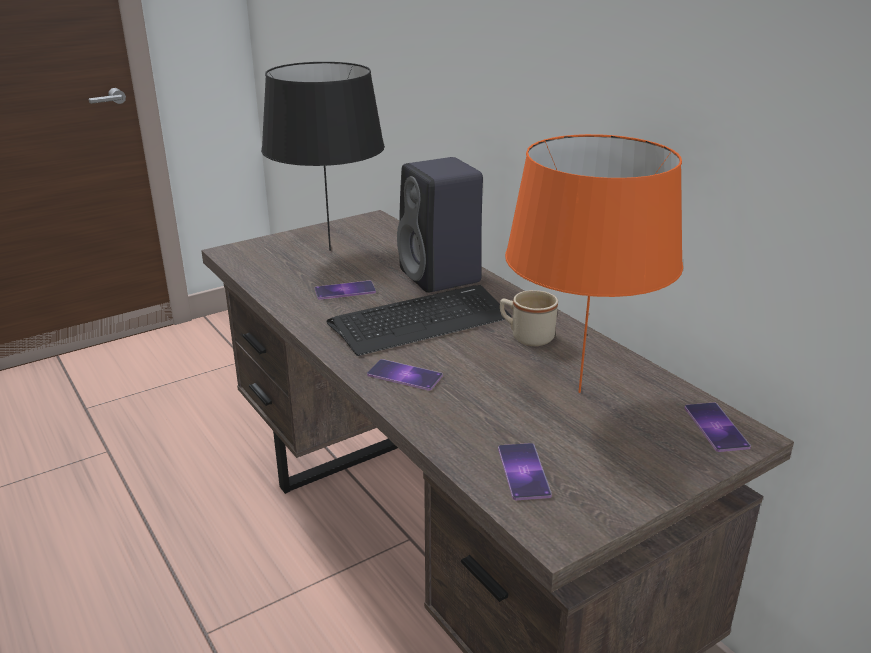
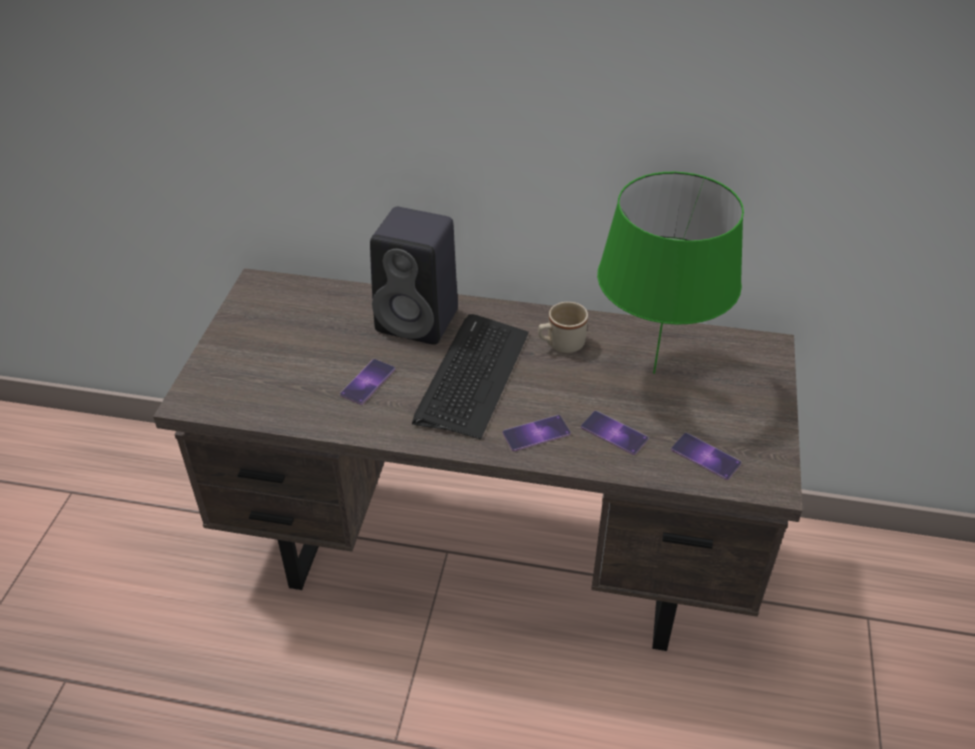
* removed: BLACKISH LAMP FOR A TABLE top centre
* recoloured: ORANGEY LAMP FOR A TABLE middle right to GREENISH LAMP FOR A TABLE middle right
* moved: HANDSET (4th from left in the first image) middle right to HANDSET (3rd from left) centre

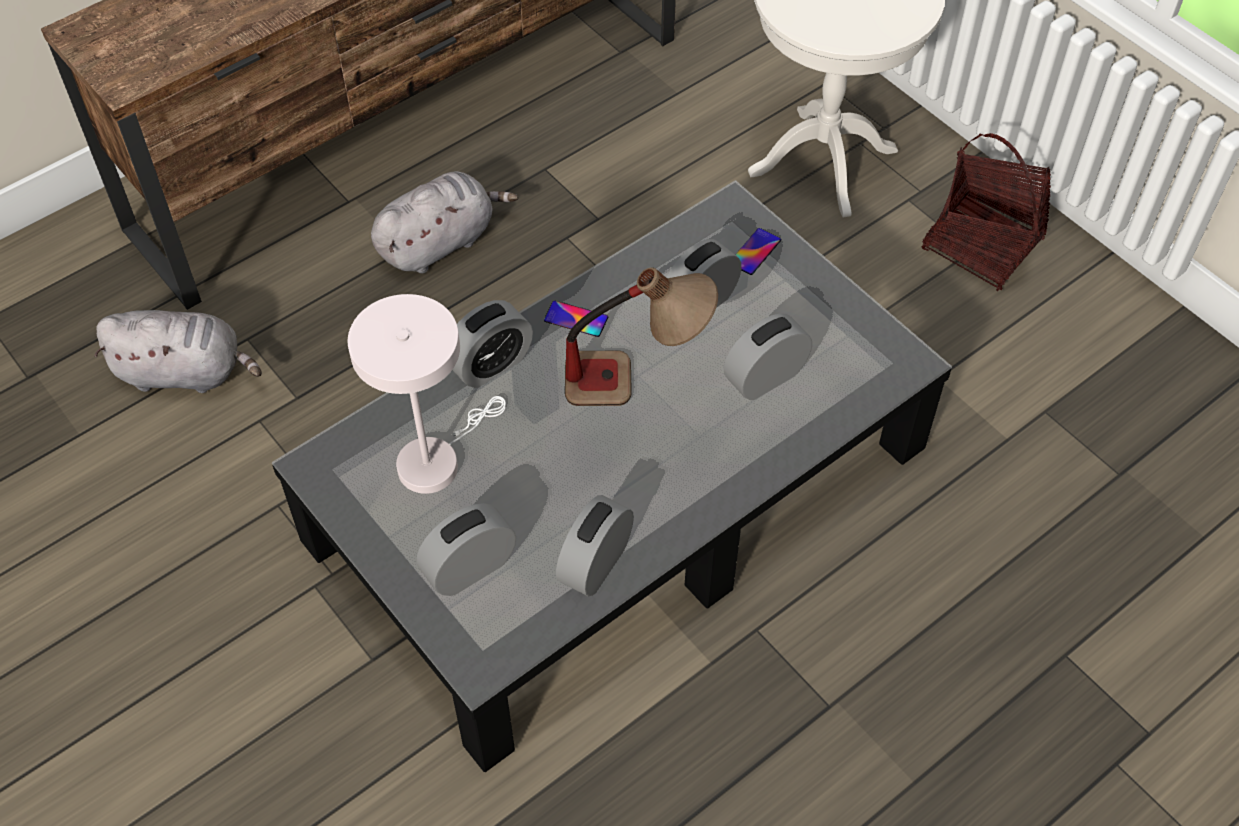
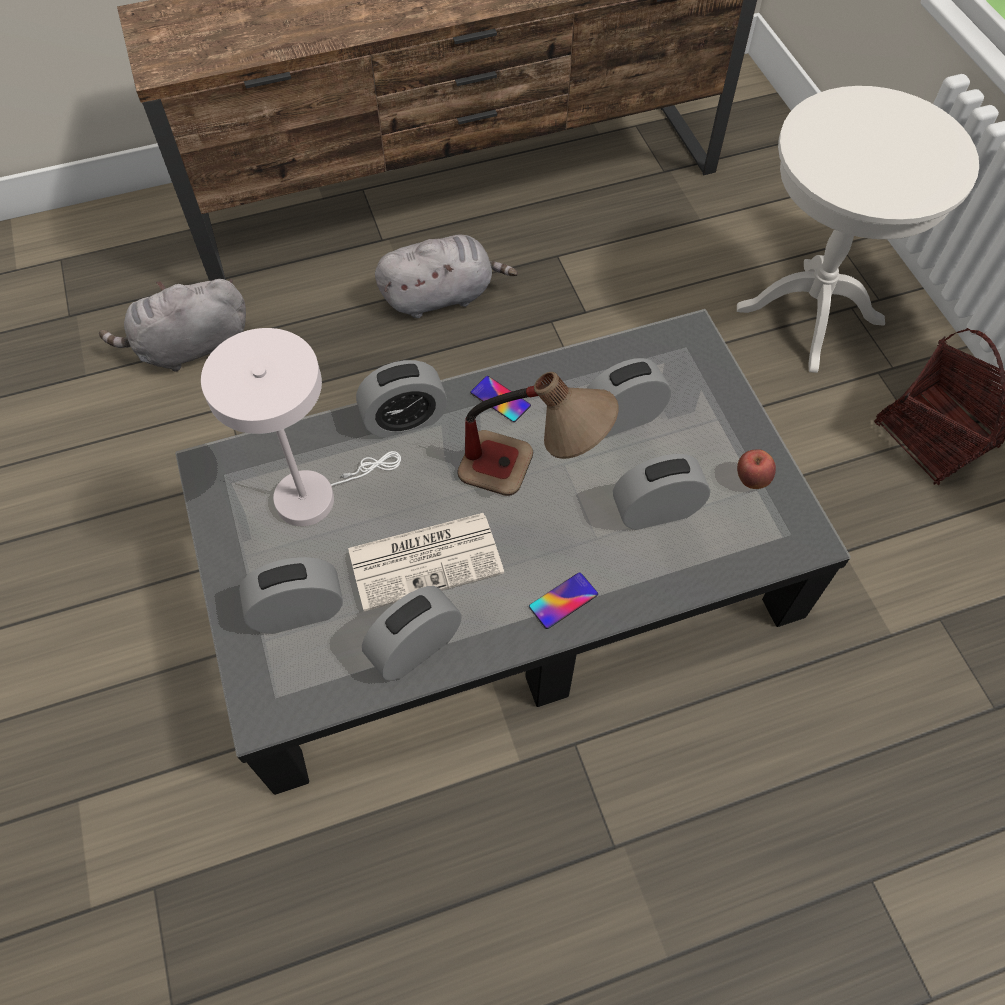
* moved: HANDSET (2nd from left) top centre to centre
* turned: GREY SOFT TOY (1st from left) middle left = top left 135 degrees clockwise
* added: APPLE middle right
* added: PRINTED PAPER centre

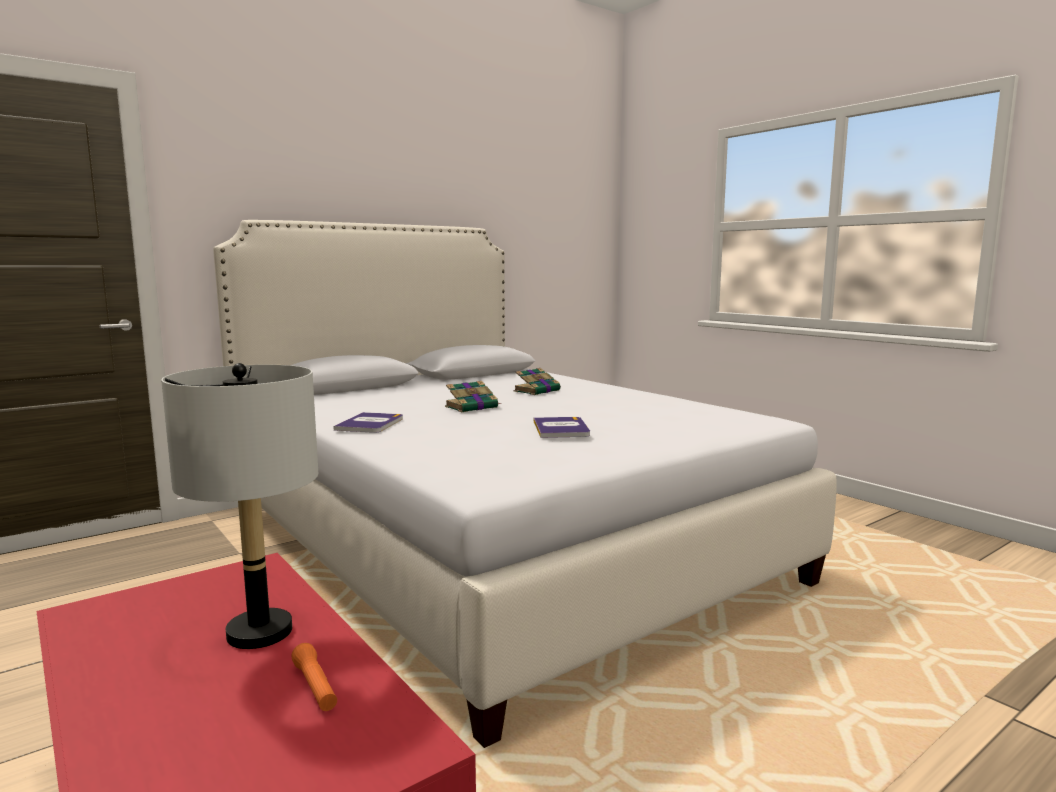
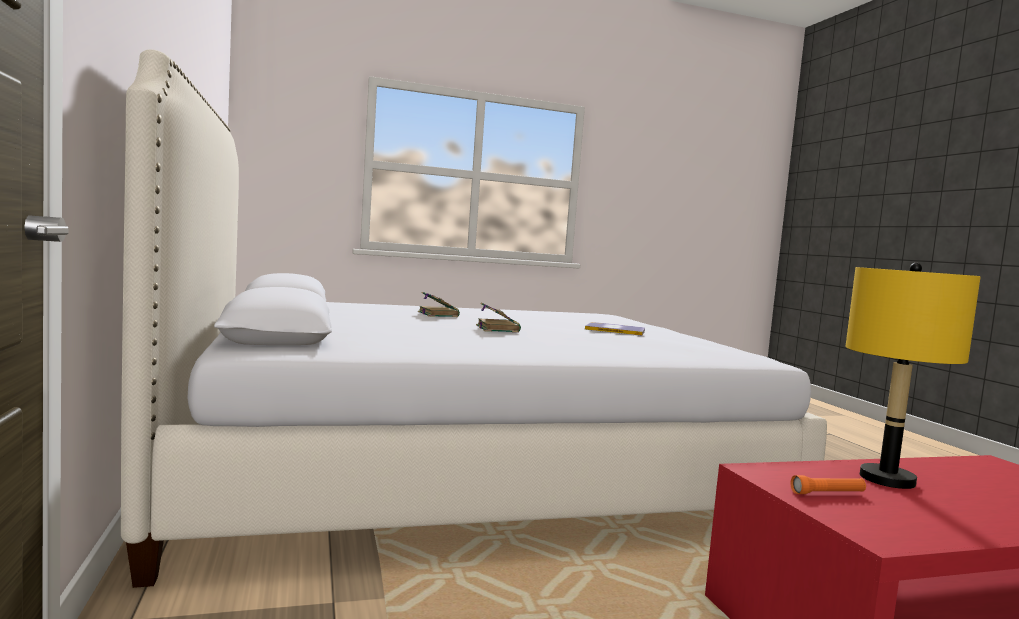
* recoloured: GREY LAMP FOR A TABLE middle left to YELLOW-COLOURED LAMP FOR A TABLE middle right
* removed: VOLUME (1st from left) centre
* moved: ORANGEY FLASHLIGHT bottom left to bottom right

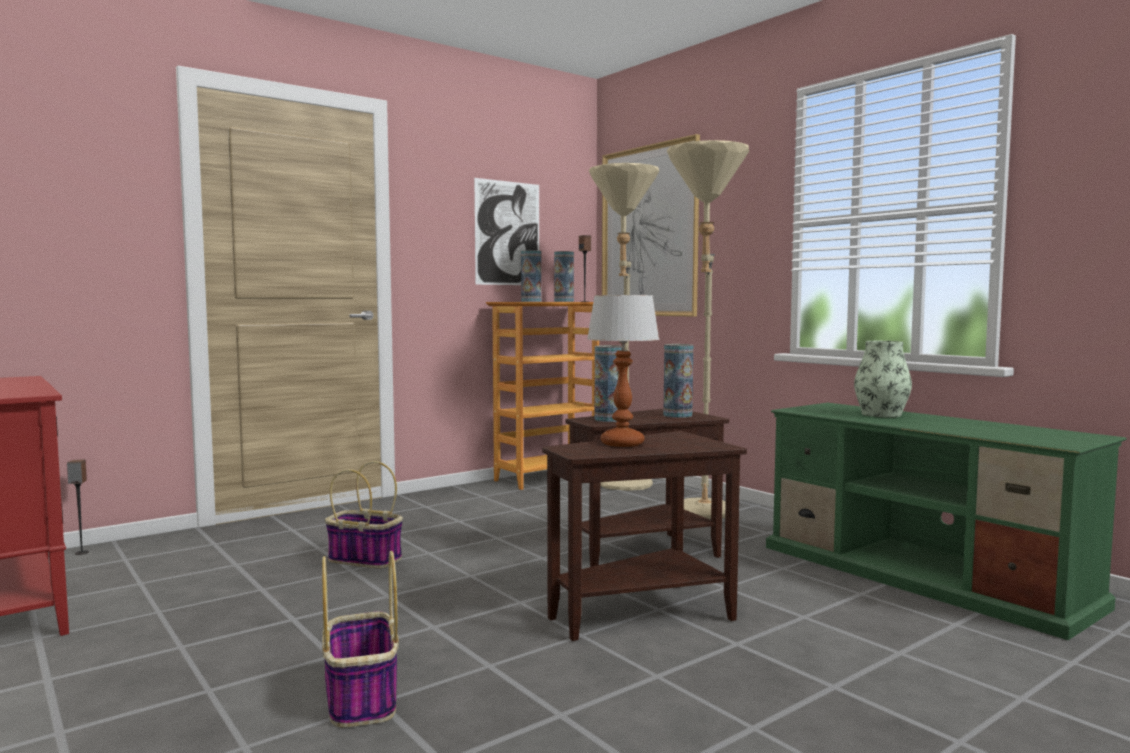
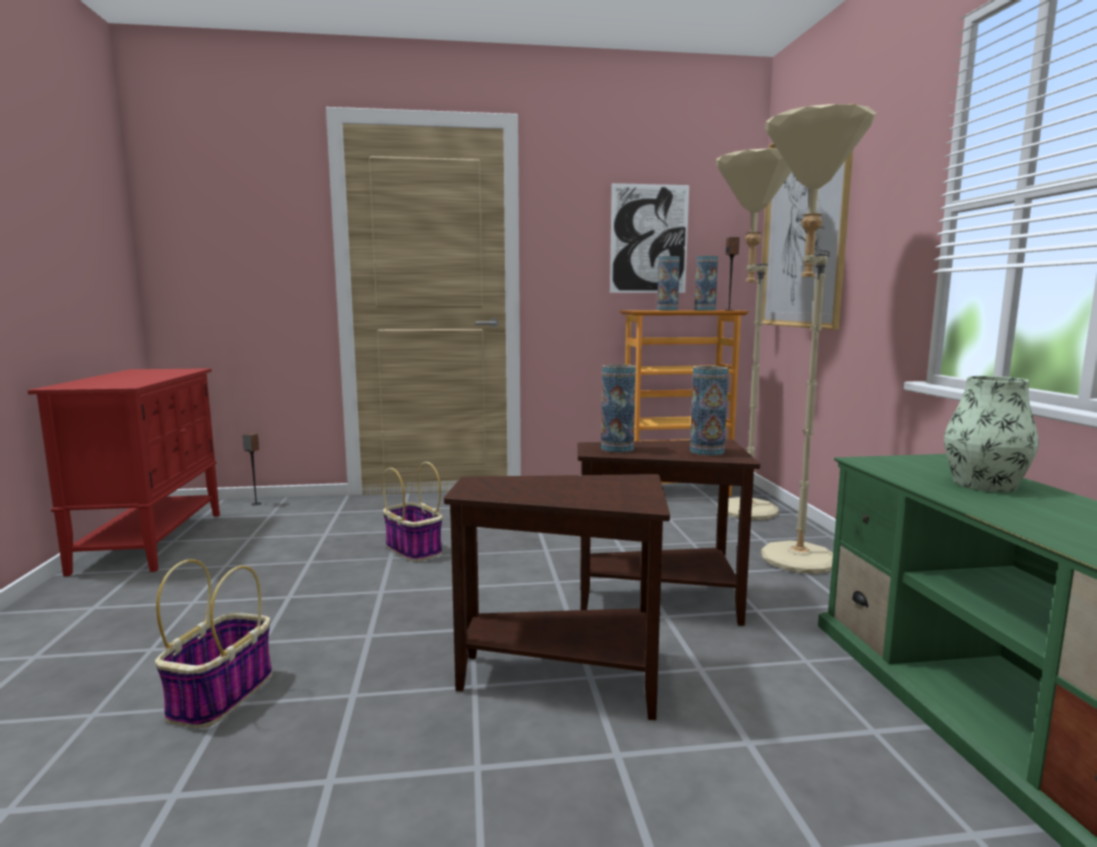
* removed: LAMP FOR A TABLE centre

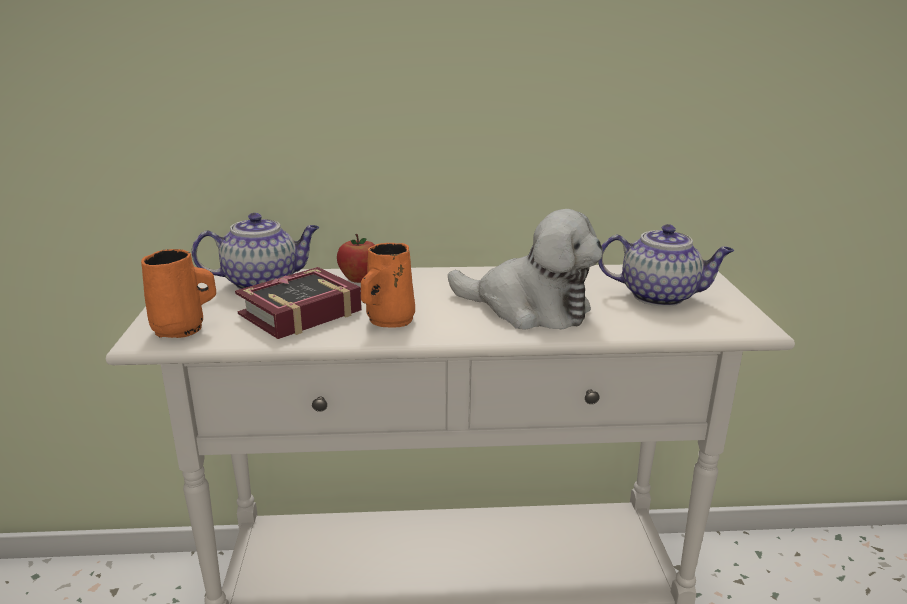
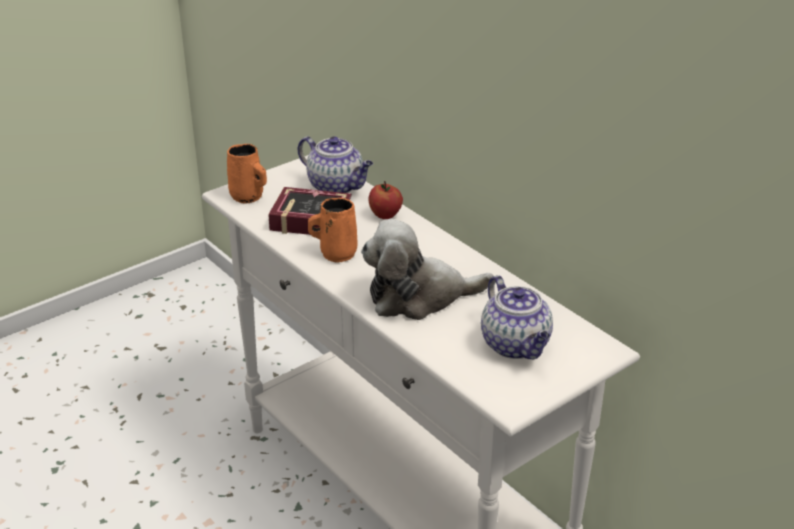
* turned: SOFT TOY centre = centre 90 degrees clockwise

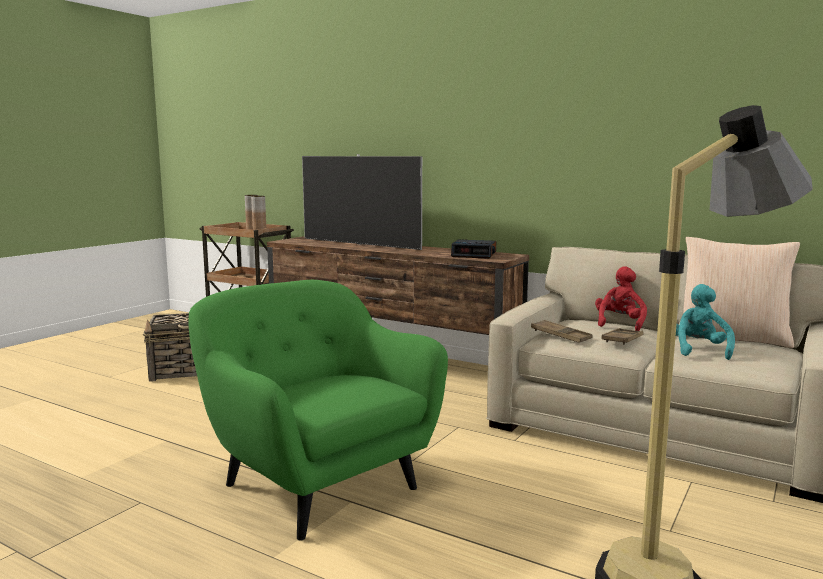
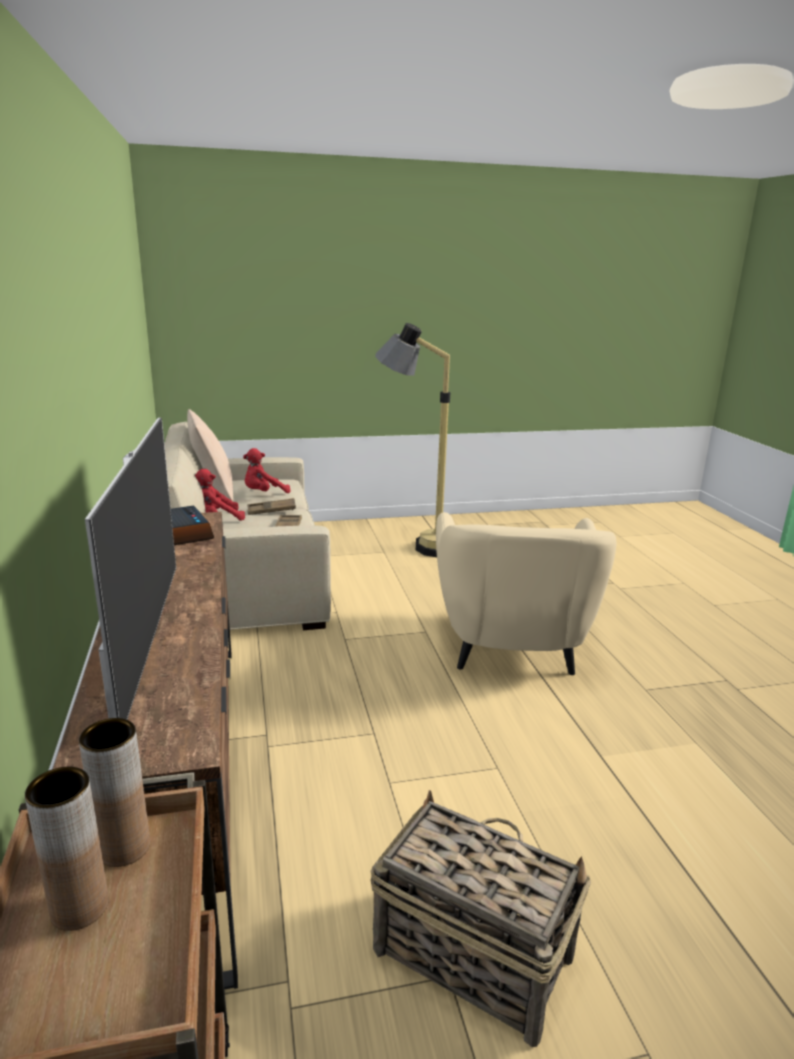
* recoloured: GREENISH LOUNGE CHAIR bottom centre to BEIGE-COLOURED LOUNGE CHAIR centre
* recoloured: TURQUOISE-COLOURED SOFT TOY middle right to REDDISH SOFT TOY (2nd from left) centre

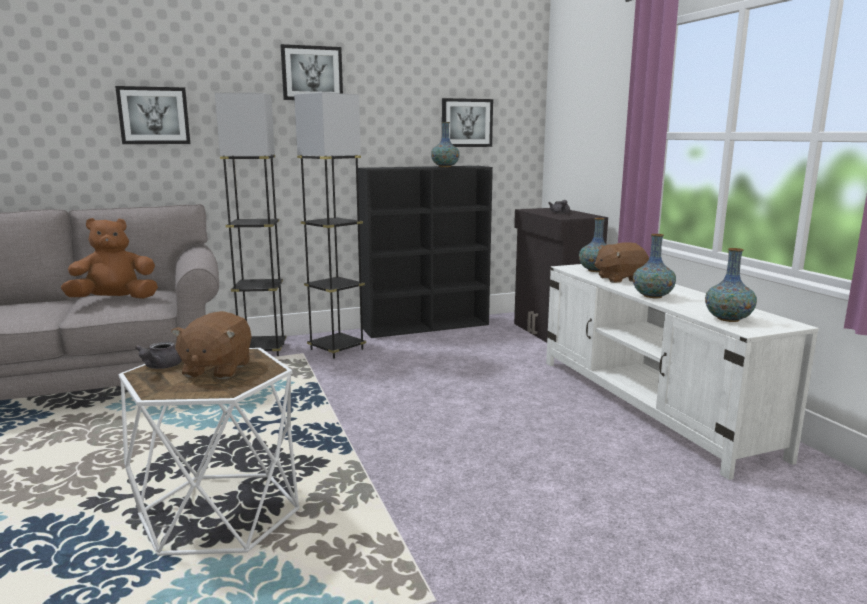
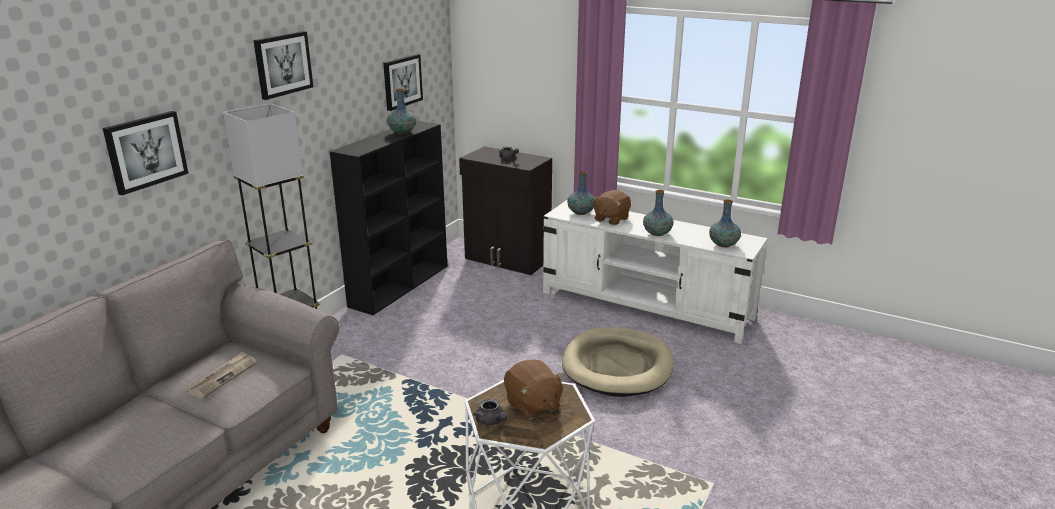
* removed: GREY STANDING LAMP (2nd from left) centre
* replaced: BROWNISH SOFT TOY (1st from left) middle left to PRINTED PAPER bottom left
* added: BEIGE-COLOURED DOG BED bottom centre

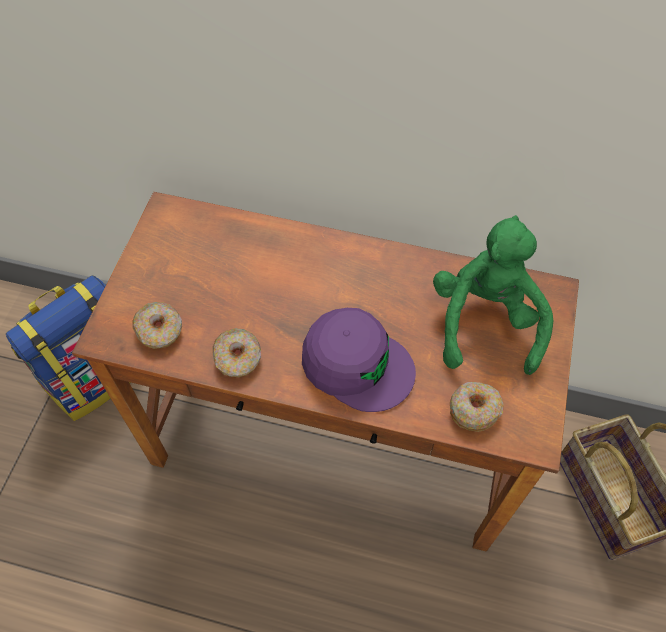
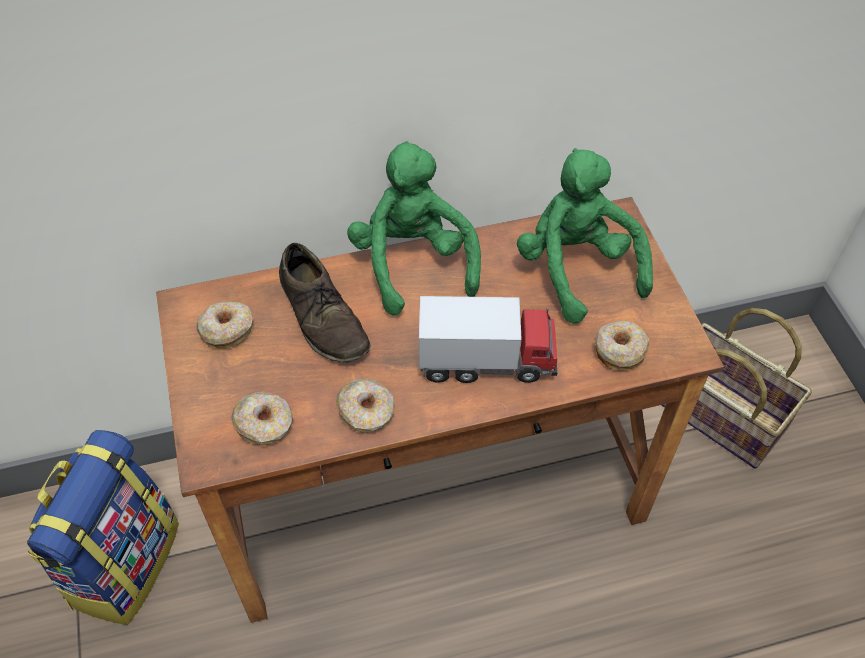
* replaced: PURPLE BASEBALL CAP centre to MODEL TRUCK centre
* added: GREENISH SOFT TOY (1st from left) centre
* added: BROWNISH LOW SHOE centre
* added: DOUGHNUT (1st from left) middle left

